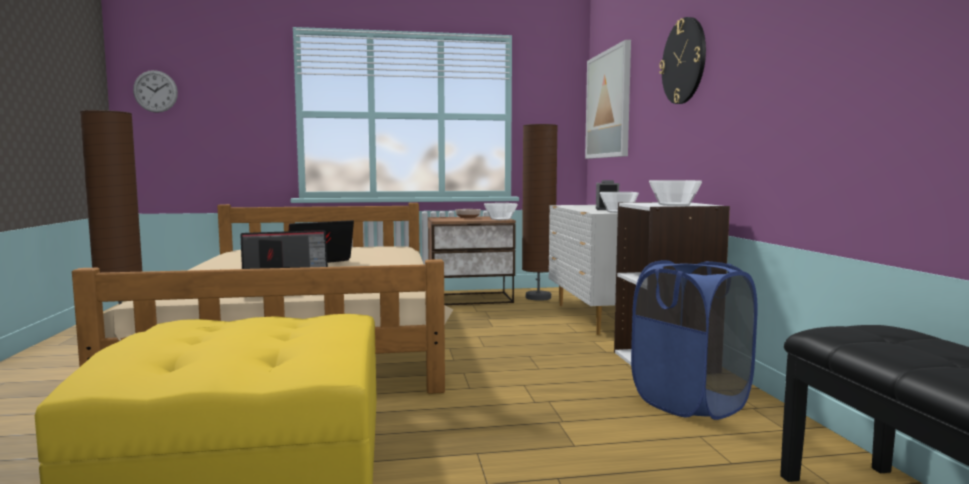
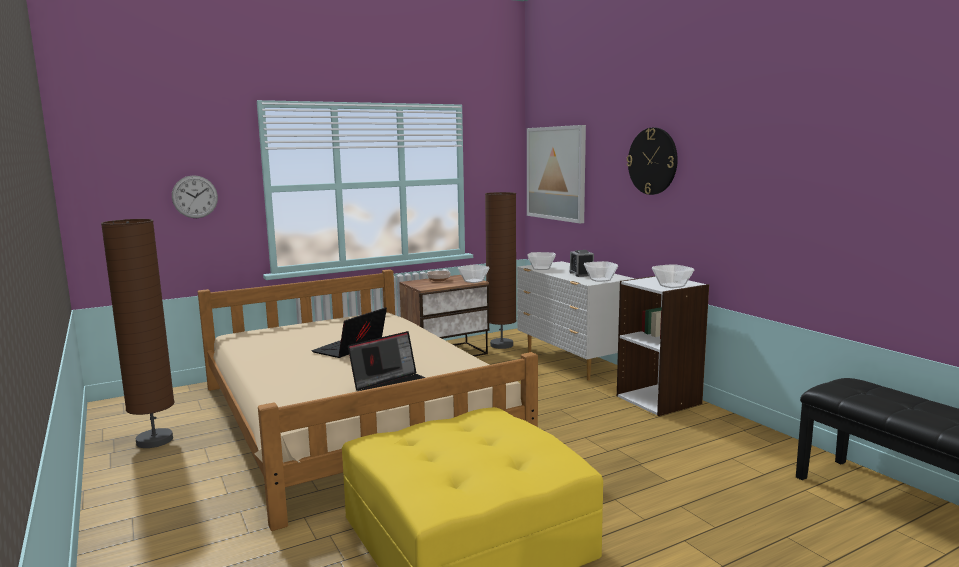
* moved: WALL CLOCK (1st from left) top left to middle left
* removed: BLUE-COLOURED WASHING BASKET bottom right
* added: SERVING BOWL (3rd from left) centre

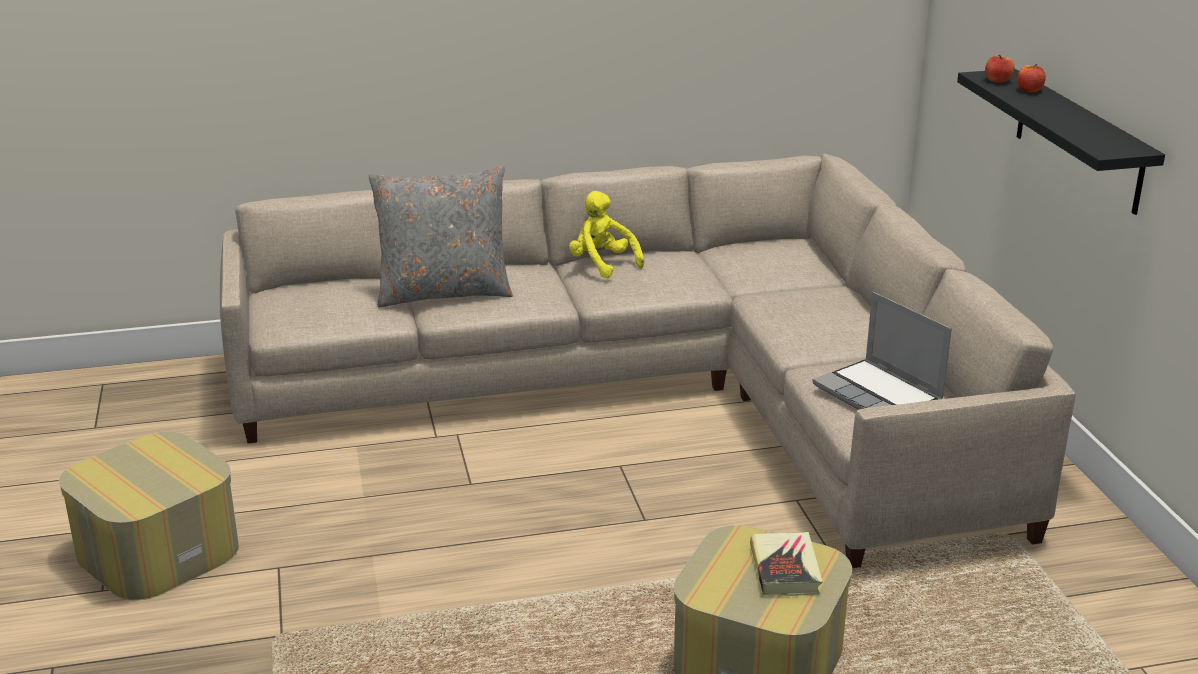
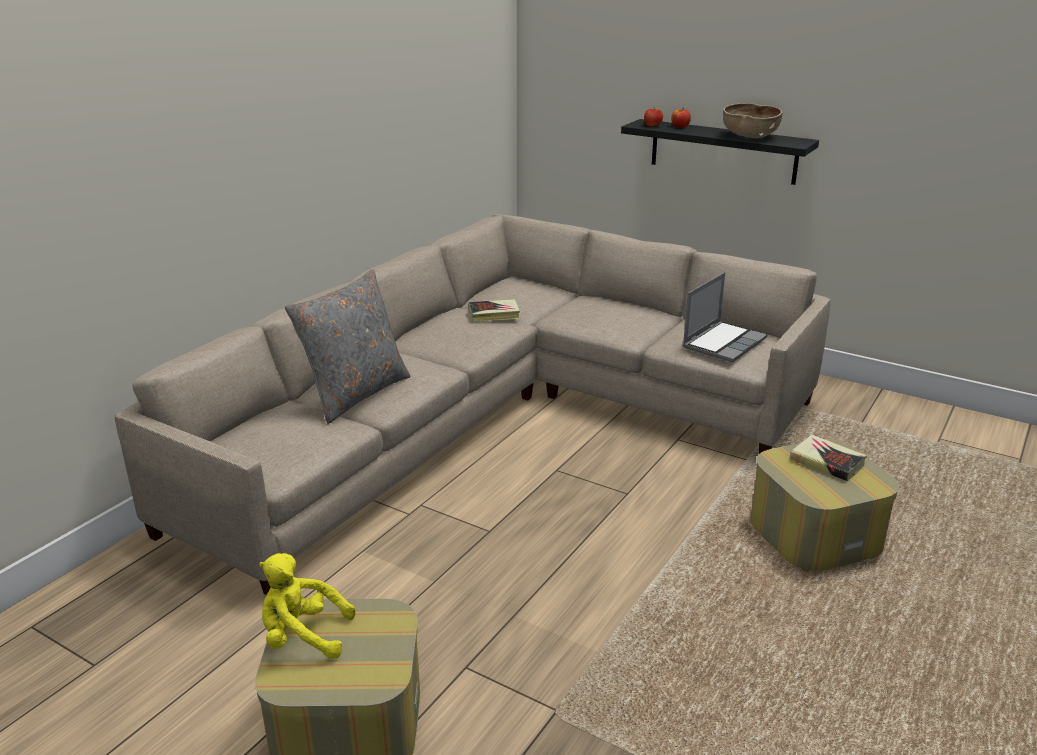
* moved: YELLOW-COLOURED SOFT TOY centre to bottom left
* turned: PORTABLE COMPUTER middle right = middle right 60 degrees counterclockwise
* added: BROWNISH SERVING BOWL top right
* added: VOLUME (1st from left) centre

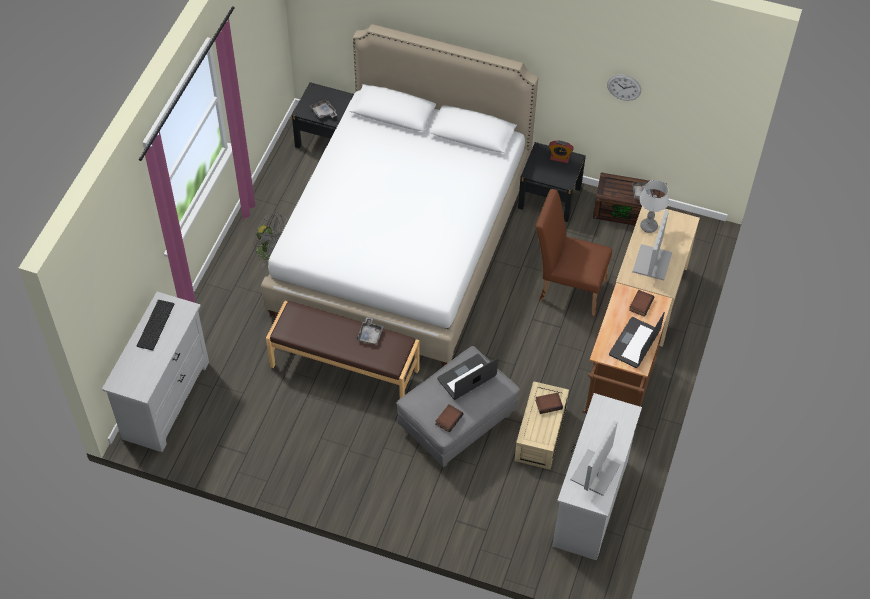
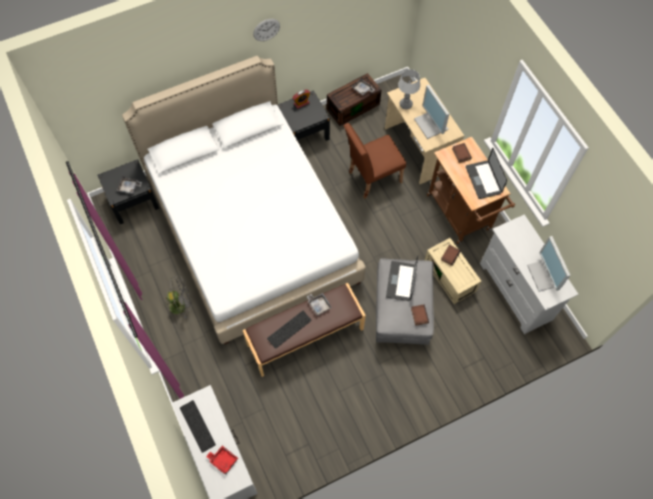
* moved: WALL CLOCK top right to top centre
* added: COMPUTER KEYBOARD (2nd from left) centre
* added: REDDISH CARRYING TRAY bottom centre

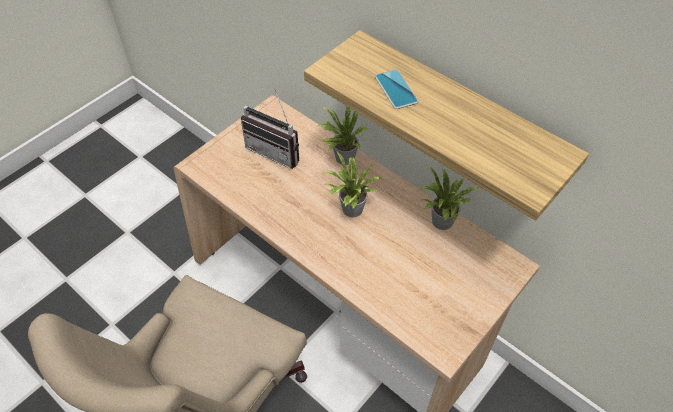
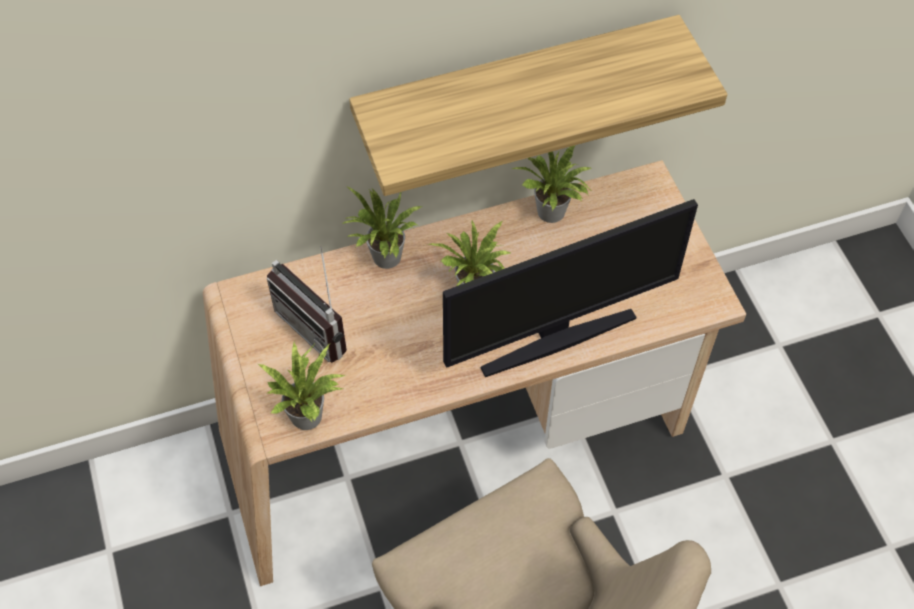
* removed: HANDSET top centre
* turned: RADIO top centre = centre 75 degrees clockwise
* added: COMPUTER SCREEN centre
* added: PLANT IN A POT (1st from left) middle left

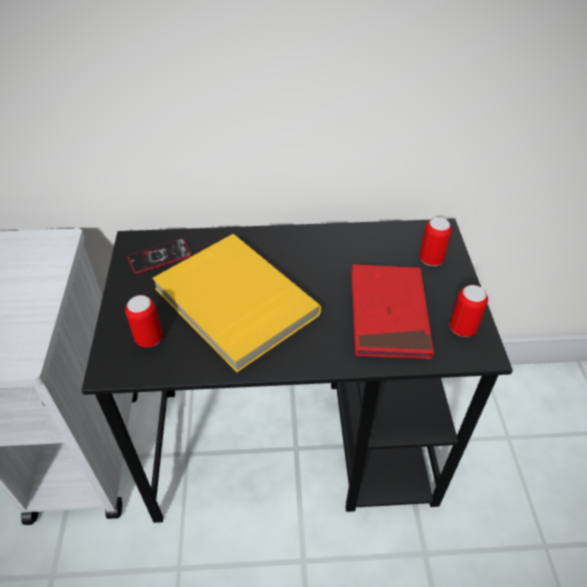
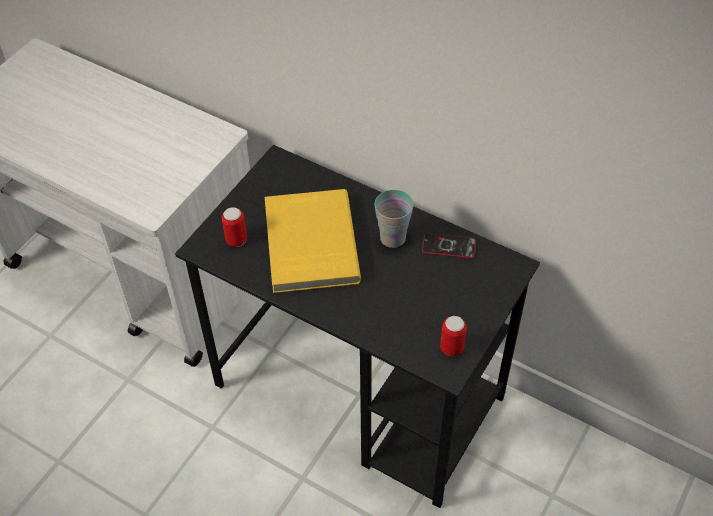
* removed: METAL CAN (2nd from left) middle right
* moved: HANDSET middle left to centre
* removed: REDDISH VOLUME middle right
* added: DRINKING CUP centre

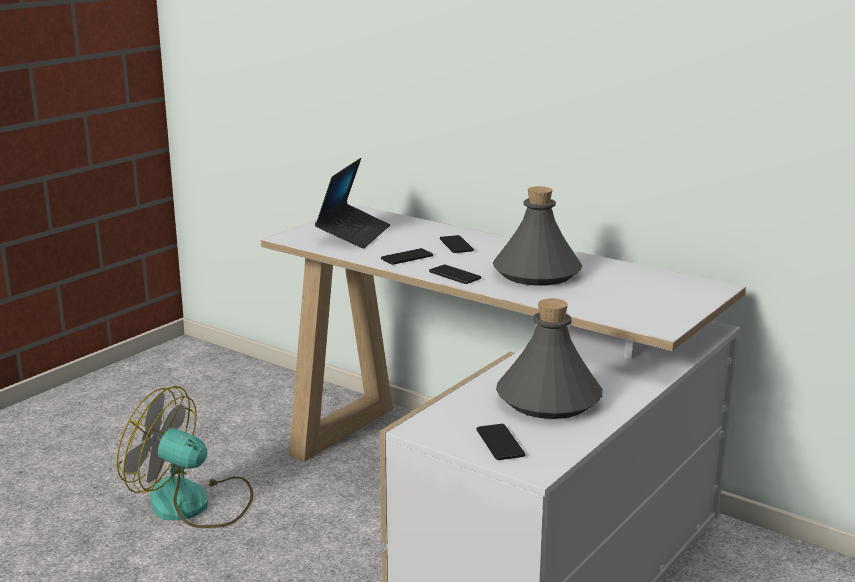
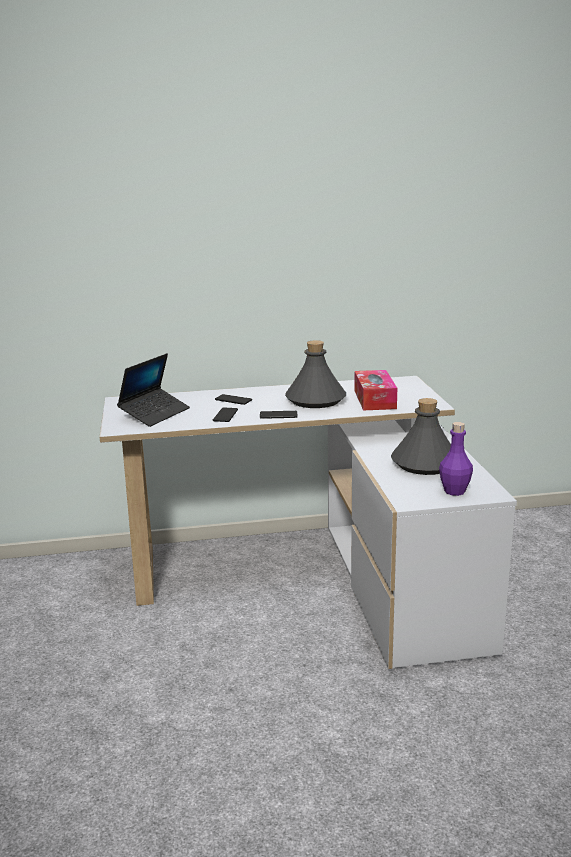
* turned: PORTABLE COMPUTER centre = middle left 60 degrees clockwise
* removed: ELECTRIC FAN bottom left
* replaced: HANDSET (4th from left) bottom centre to PURPLE DRINK BOTTLE middle right
* added: BOX OF TISSUES centre

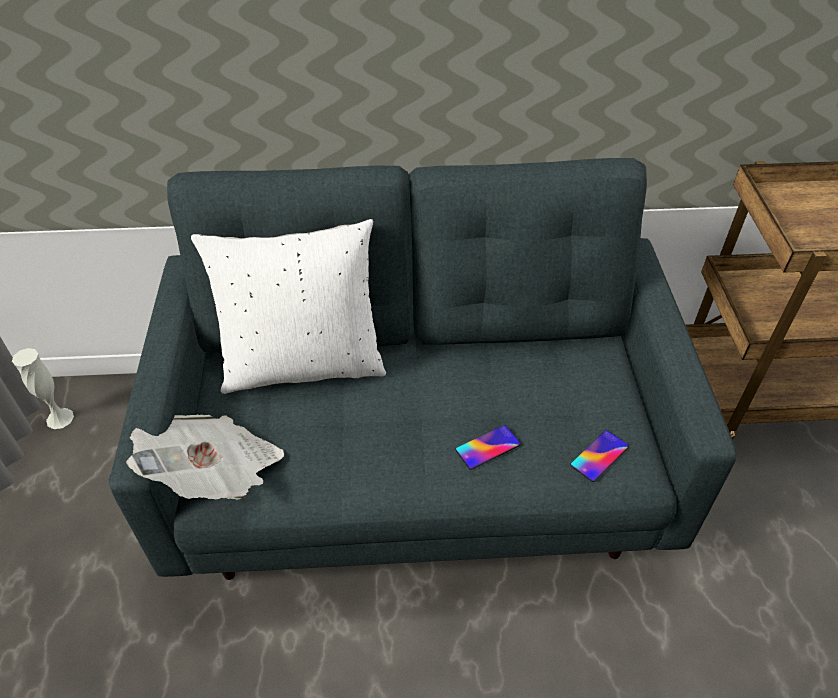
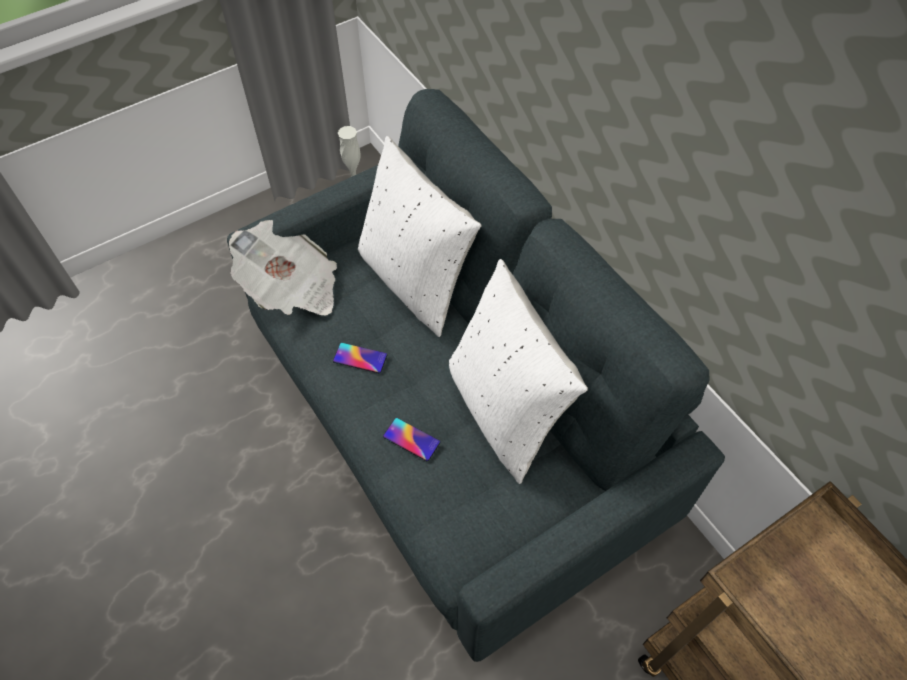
* moved: HANDSET (2nd from left in the first image) middle right to HANDSET (1st from left) centre
* added: WHITISH PILLOW (2nd from left) centre

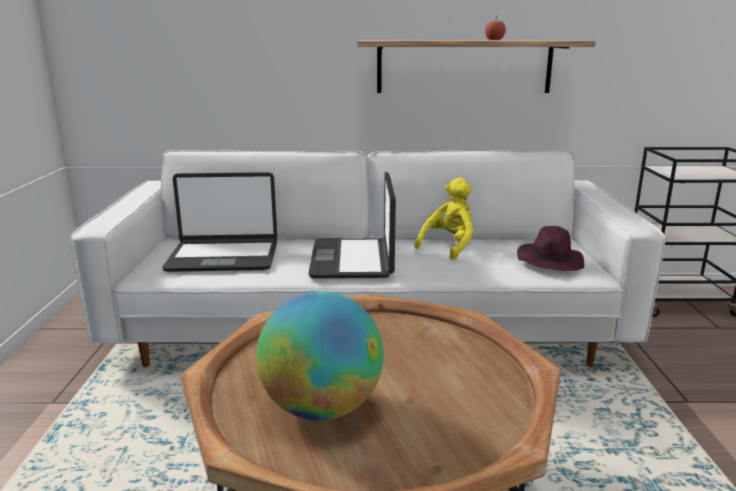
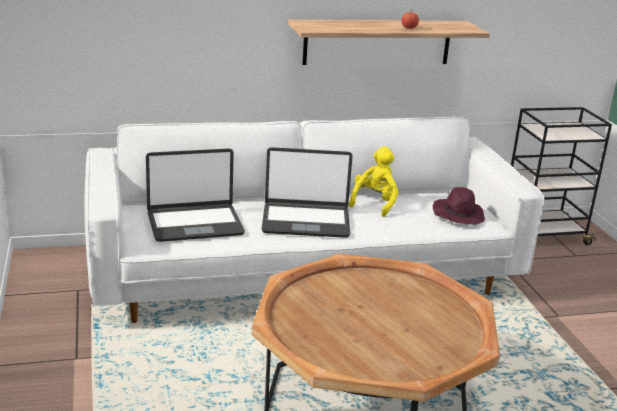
* turned: PORTABLE COMPUTER (2nd from left) centre = centre 75 degrees counterclockwise
* removed: WORLD GLOBE bottom centre

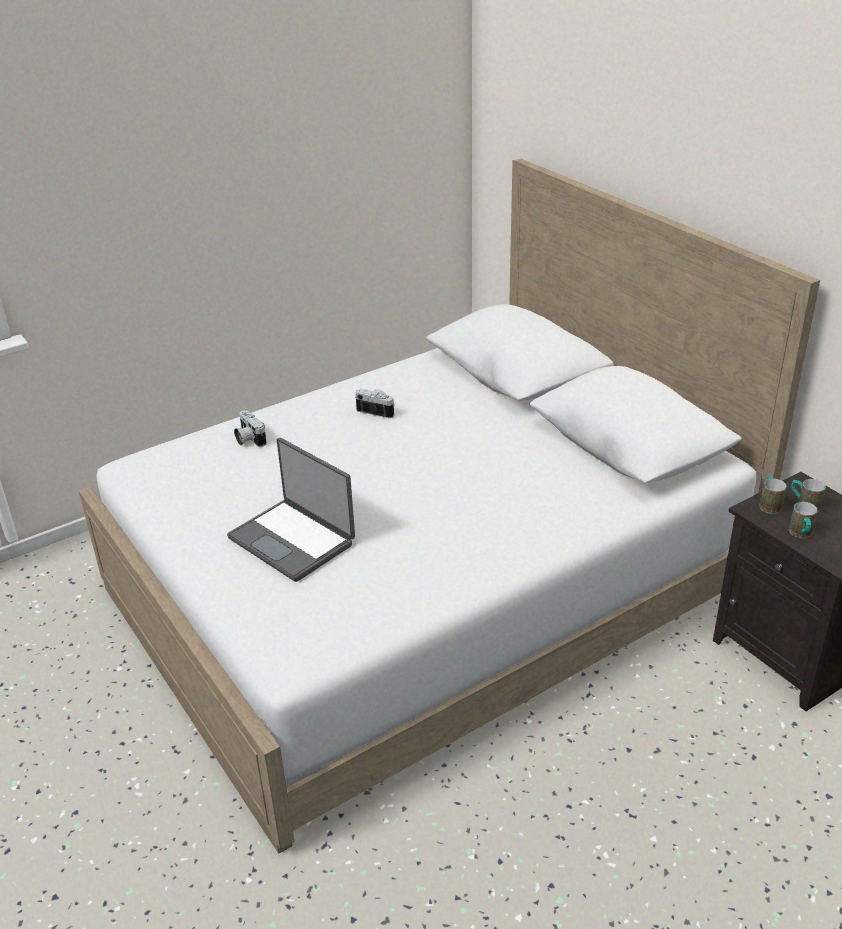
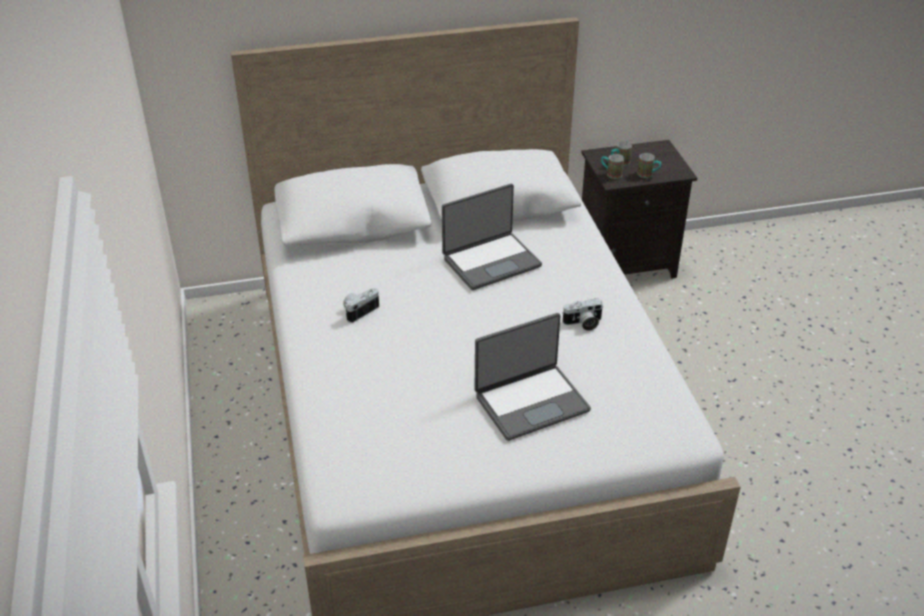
* moved: STILL CAMERA (1st from left in the first image) middle left to STILL CAMERA (2nd from left) centre
* added: PORTABLE COMPUTER (1st from left) centre

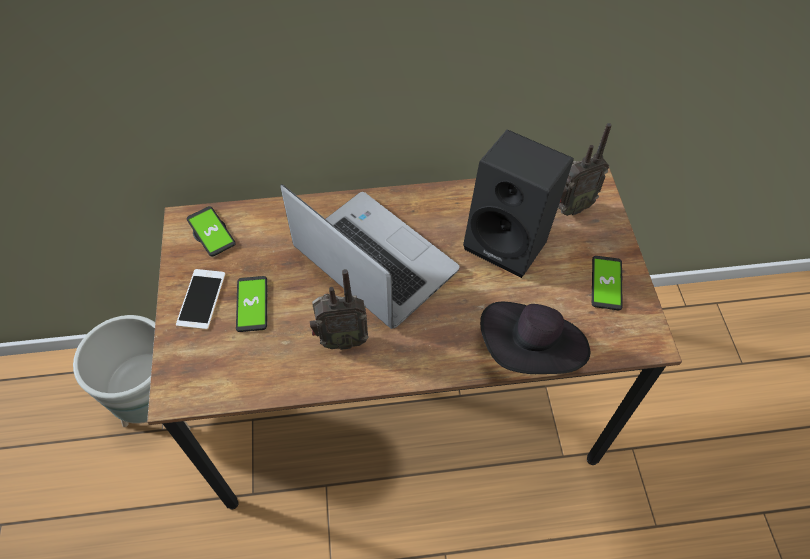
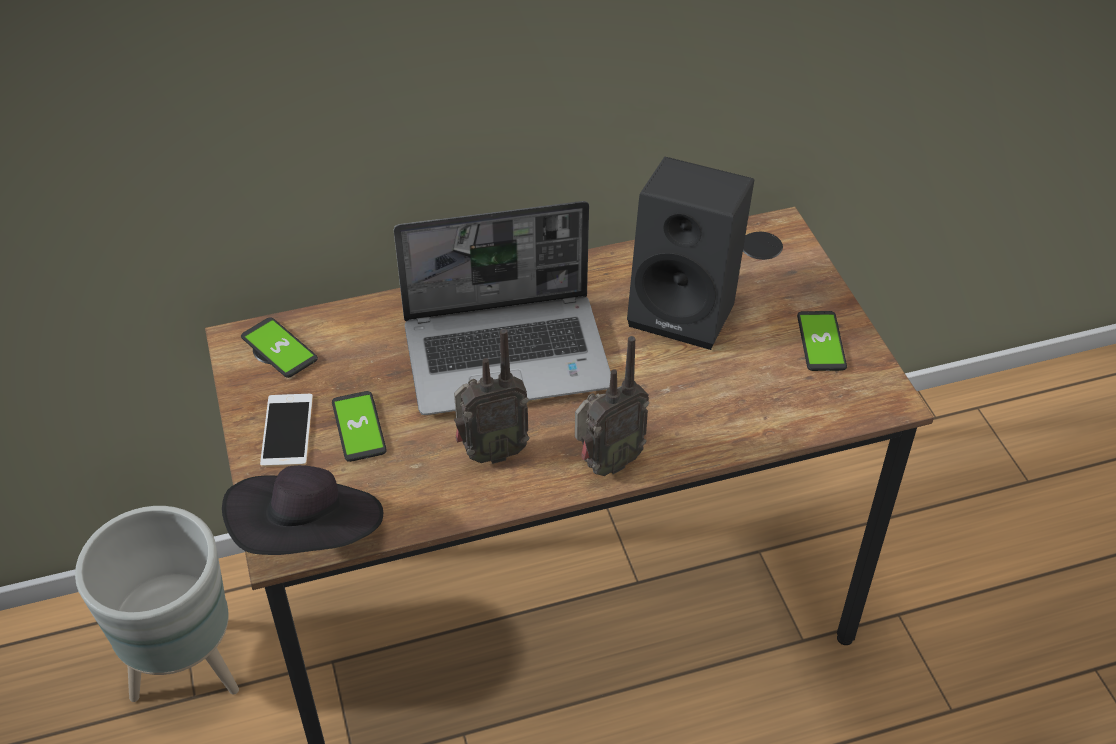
* moved: RADIO (2nd from left) top right to centre
* turned: PORTABLE COMPUTER centre = centre 135 degrees clockwise
* moved: BLACKISH HAT centre to bottom left

